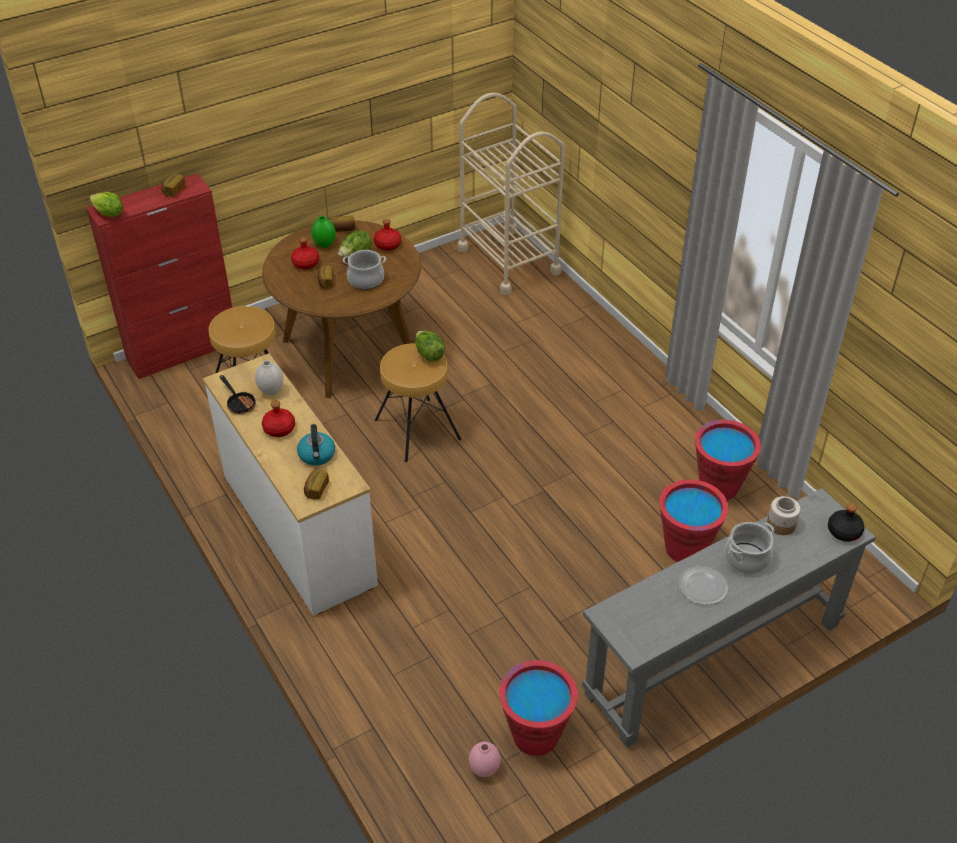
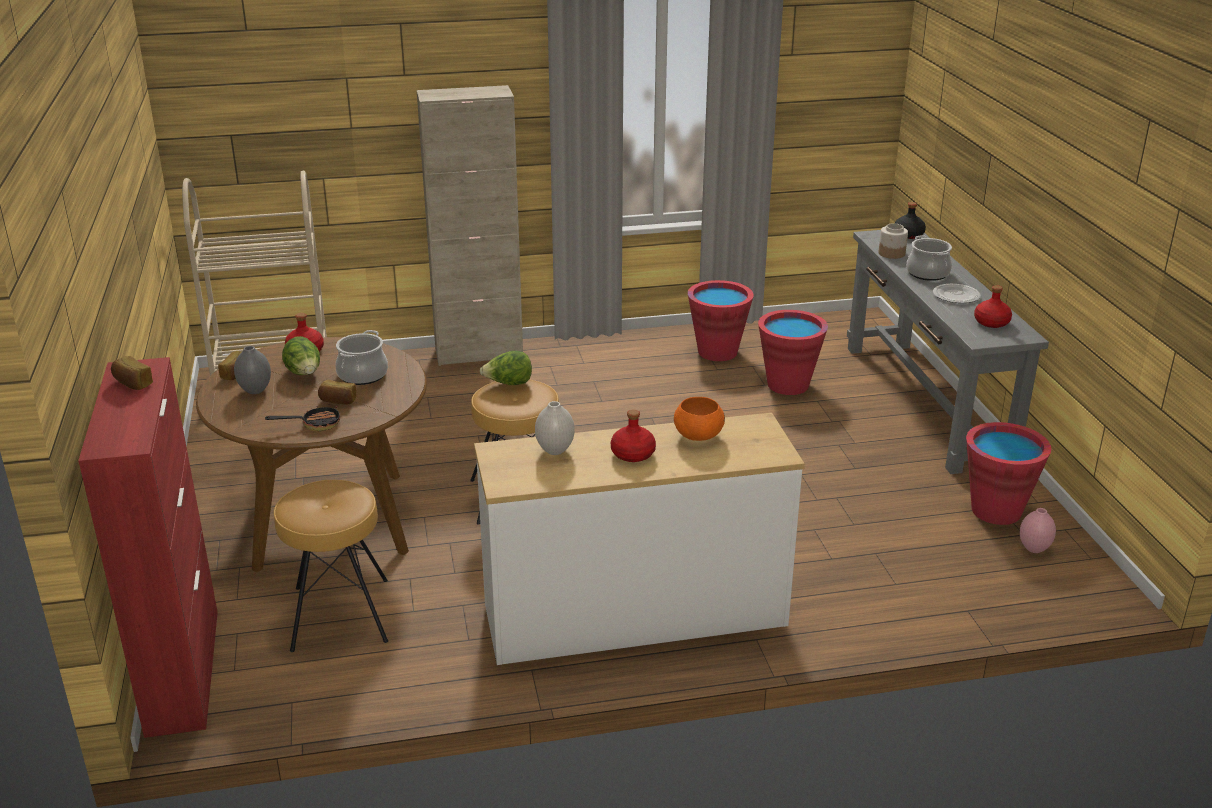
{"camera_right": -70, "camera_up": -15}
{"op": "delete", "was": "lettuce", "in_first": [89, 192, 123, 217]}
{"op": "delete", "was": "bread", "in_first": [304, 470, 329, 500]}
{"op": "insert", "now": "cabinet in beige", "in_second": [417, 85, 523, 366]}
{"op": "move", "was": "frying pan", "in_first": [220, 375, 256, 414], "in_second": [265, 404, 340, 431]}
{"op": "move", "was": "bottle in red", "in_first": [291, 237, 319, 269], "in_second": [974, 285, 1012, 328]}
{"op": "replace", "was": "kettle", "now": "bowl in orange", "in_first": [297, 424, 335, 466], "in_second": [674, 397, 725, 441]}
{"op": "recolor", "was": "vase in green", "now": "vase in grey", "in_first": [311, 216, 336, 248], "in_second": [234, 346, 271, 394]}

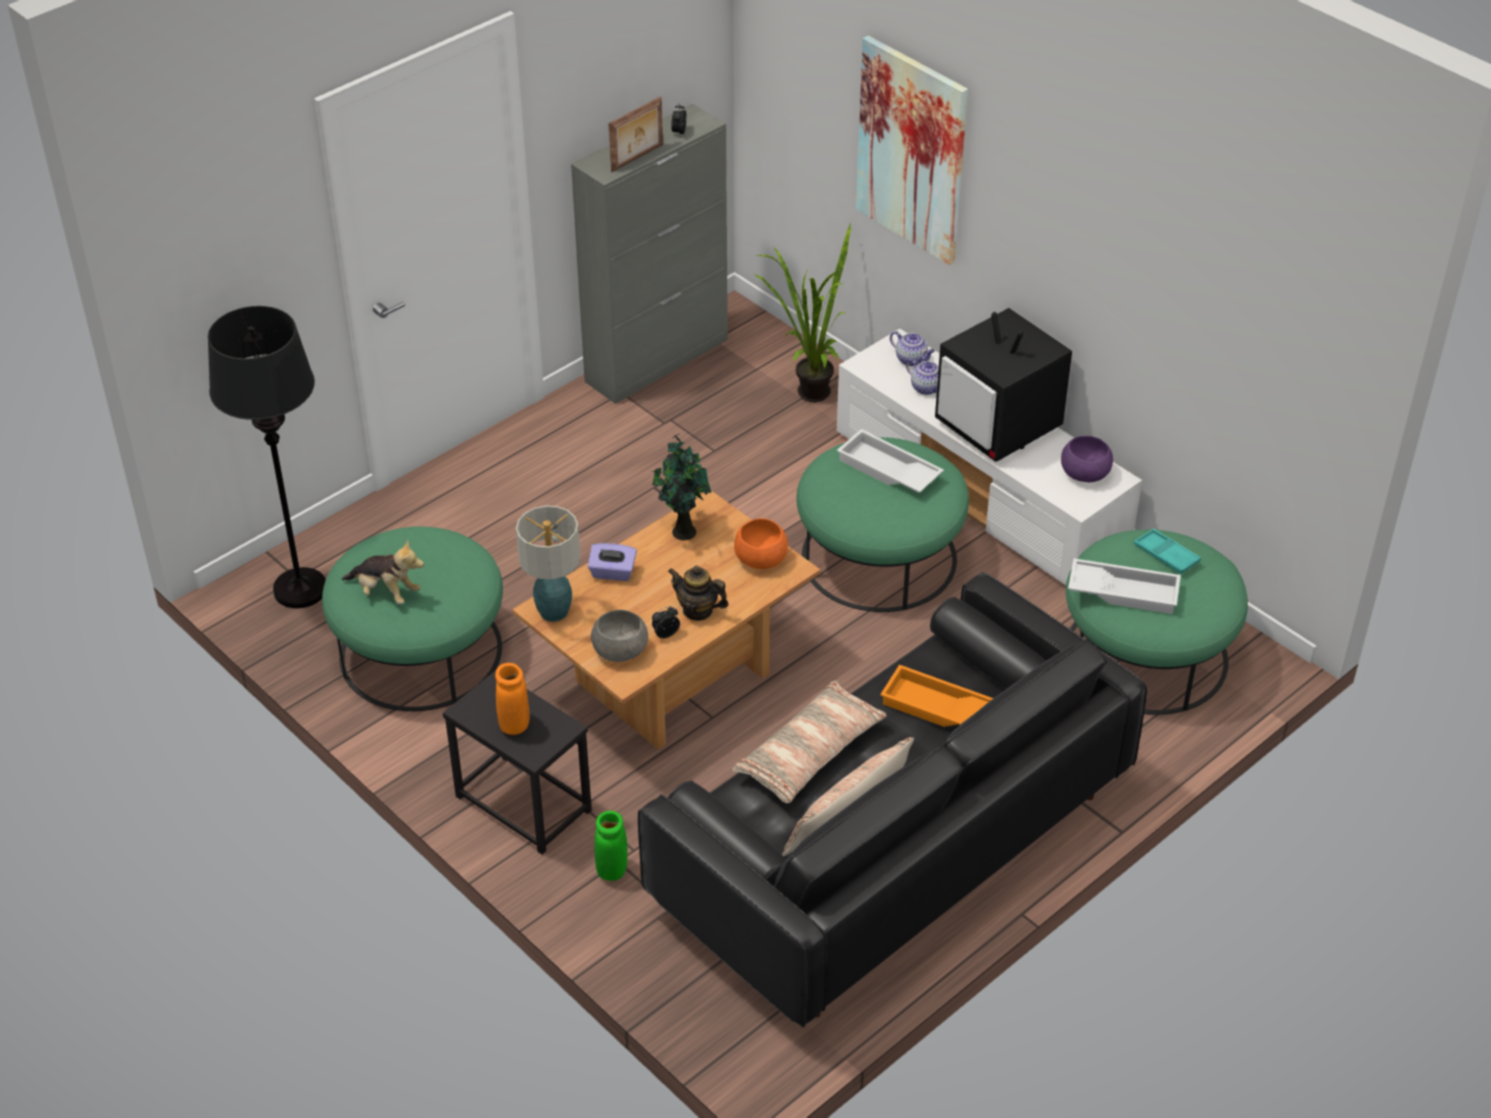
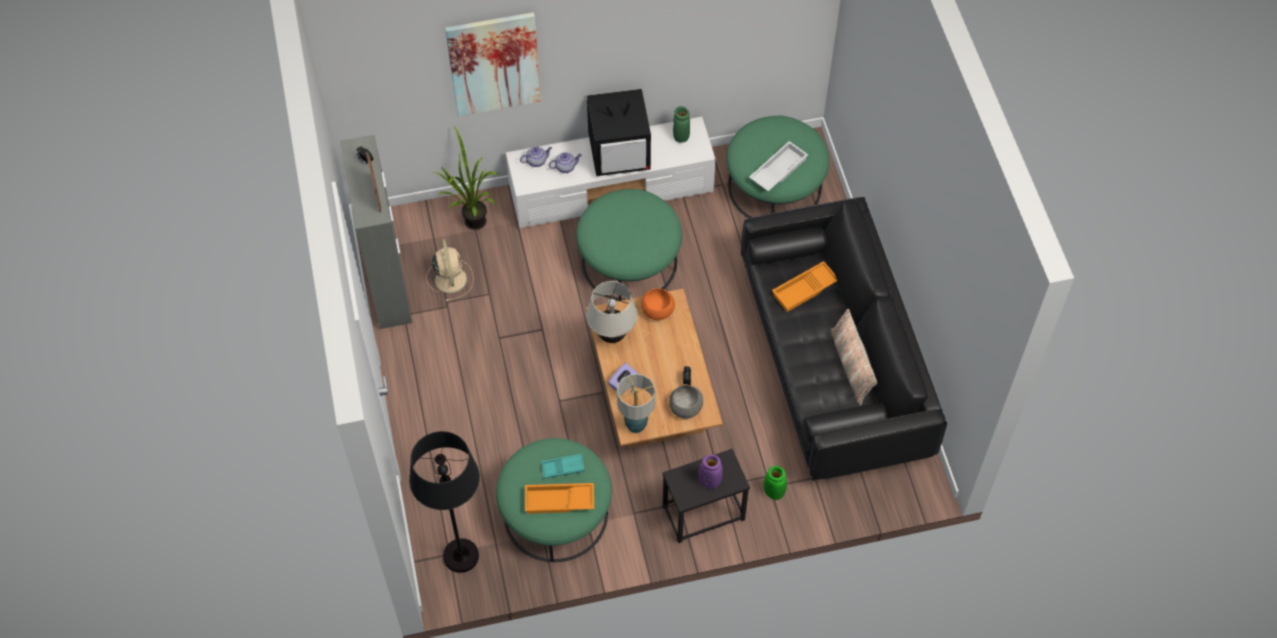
{"camera_right": -60, "camera_up": 15}
{"op": "delete", "was": "teapot", "in_first": [668, 566, 729, 621]}
{"op": "delete", "was": "pillow", "in_first": [732, 680, 886, 803]}
{"op": "delete", "was": "tray in white", "in_first": [837, 429, 944, 493]}
{"op": "insert", "now": "fan in beige", "in_second": [426, 239, 474, 301]}
{"op": "move", "was": "tray in turquoise", "in_first": [1134, 529, 1201, 574], "in_second": [541, 454, 585, 479]}
{"op": "replace", "was": "plush toy", "now": "tray in orange", "in_first": [342, 539, 424, 604], "in_second": [525, 483, 594, 514]}
{"op": "replace", "was": "potted plant", "now": "table lamp in beige", "in_first": [652, 434, 712, 540], "in_second": [586, 281, 637, 343]}
{"op": "replace", "was": "bowl in purple", "now": "vase in green", "in_first": [1061, 436, 1113, 482], "in_second": [673, 106, 690, 143]}
{"op": "recolor", "was": "vase in orange", "now": "vase in purple", "in_first": [495, 663, 530, 735], "in_second": [698, 455, 723, 489]}

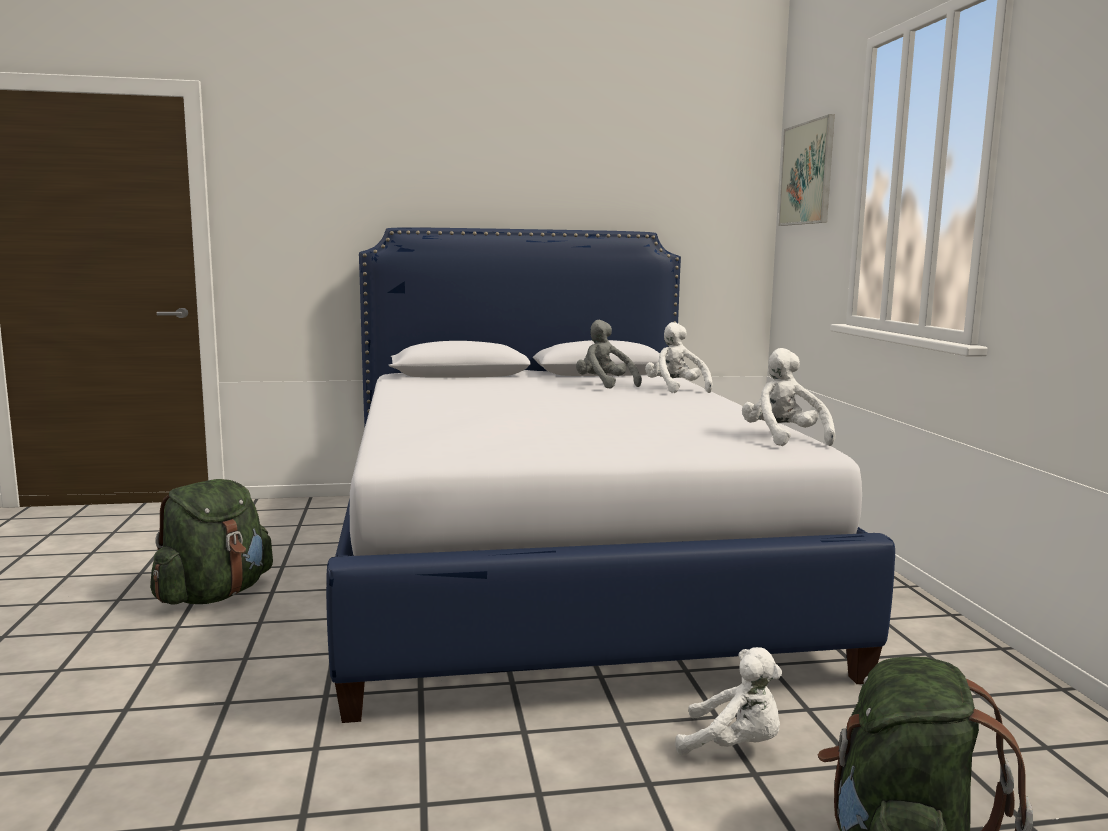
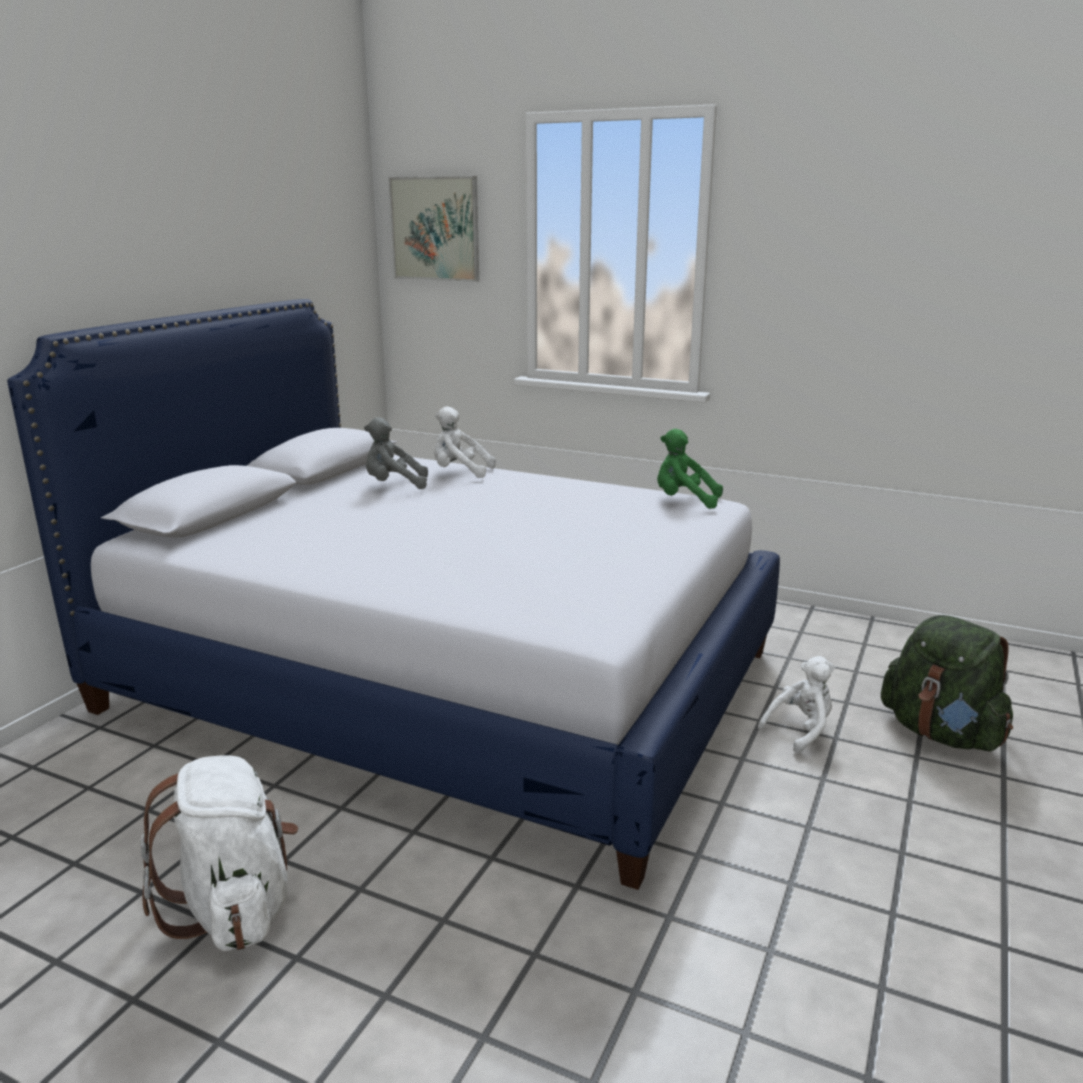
{"camera_right": -55, "camera_up": 10}
{"op": "recolor", "was": "backpack in green", "now": "backpack in white", "in_first": [150, 479, 273, 605], "in_second": [140, 755, 298, 951]}
{"op": "recolor", "was": "plush toy in white", "now": "plush toy in green", "in_first": [742, 348, 835, 446], "in_second": [657, 429, 723, 509]}

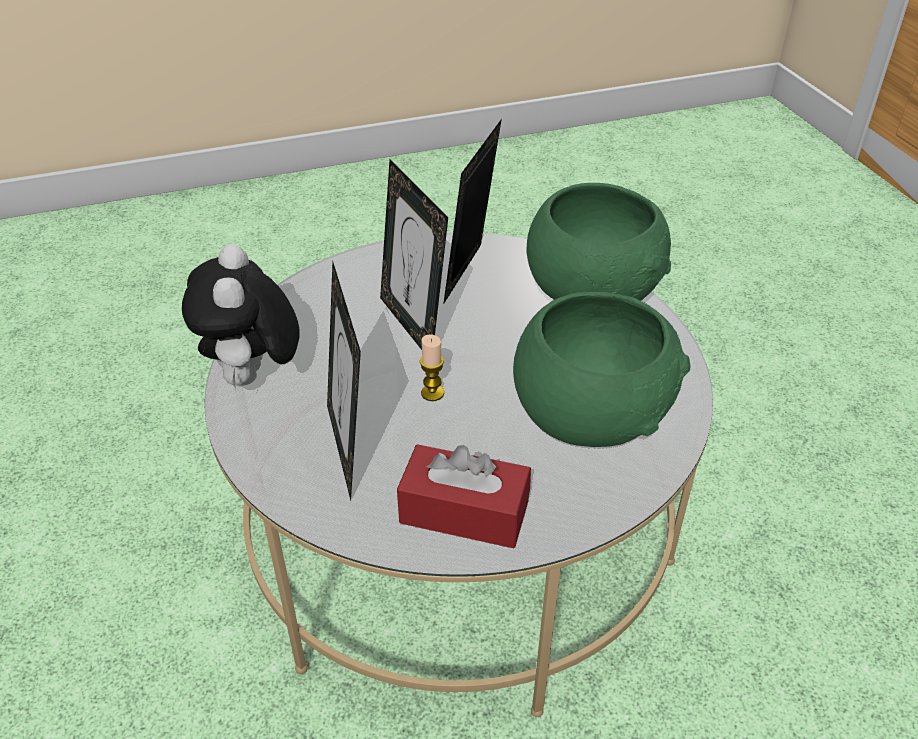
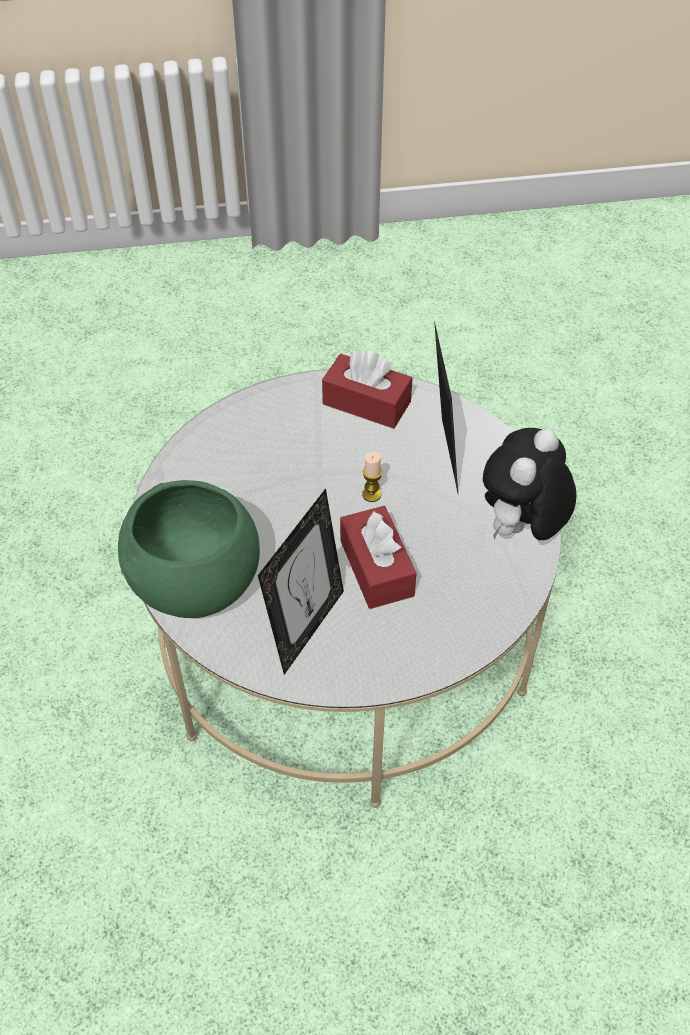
{"camera_right": -170, "camera_up": 10}
{"op": "delete", "was": "bowl in green", "in_first": [513, 292, 691, 447]}
{"op": "replace", "was": "picture frame", "now": "tissue box in red", "in_first": [380, 159, 448, 350], "in_second": [340, 506, 417, 609]}
{"op": "rotate", "was": "plush toy", "in_first": [182, 244, 300, 390], "in_second": [483, 428, 576, 540], "clockwise": -150}

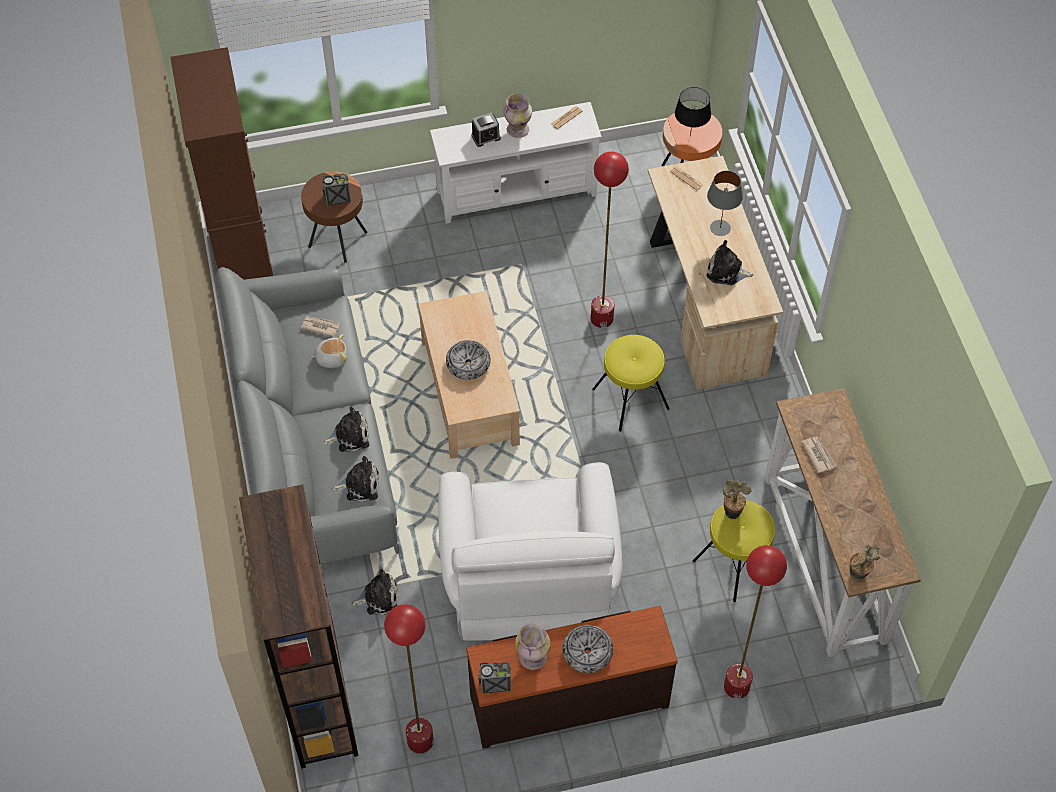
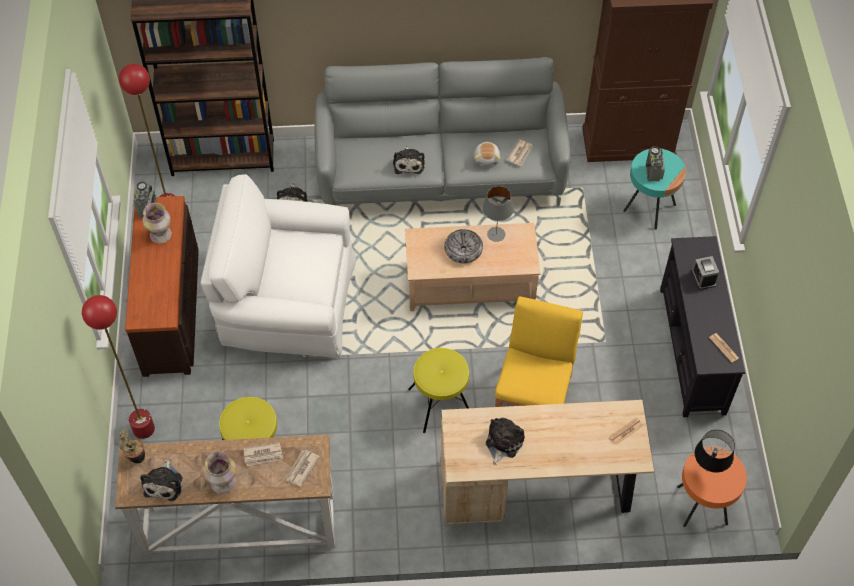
{"camera_right": 100, "camera_up": 0}
{"op": "delete", "was": "bowl", "in_first": [563, 625, 613, 673]}
{"op": "delete", "was": "potted plant", "in_first": [723, 480, 751, 519]}
{"op": "insert", "now": "newspaper", "in_second": [286, 450, 320, 486]}
{"op": "move", "was": "plush toy", "in_first": [331, 456, 379, 502], "in_second": [140, 458, 182, 501]}
{"op": "move", "was": "vase", "in_first": [504, 93, 532, 138], "in_second": [204, 452, 236, 494]}
{"op": "move", "was": "table lamp in grey", "in_first": [707, 171, 743, 236], "in_second": [482, 186, 514, 242]}
{"op": "replace", "was": "floor lamp in red", "now": "chair in yellow", "in_first": [591, 152, 629, 328], "in_second": [495, 296, 583, 407]}
{"op": "recolor", "was": "side table in brown", "now": "side table in turquoise", "in_first": [301, 171, 367, 263], "in_second": [623, 148, 686, 230]}
{"op": "recolor", "was": "tv stand in white", "now": "tv stand in black", "in_first": [430, 102, 602, 224], "in_second": [660, 236, 745, 417]}

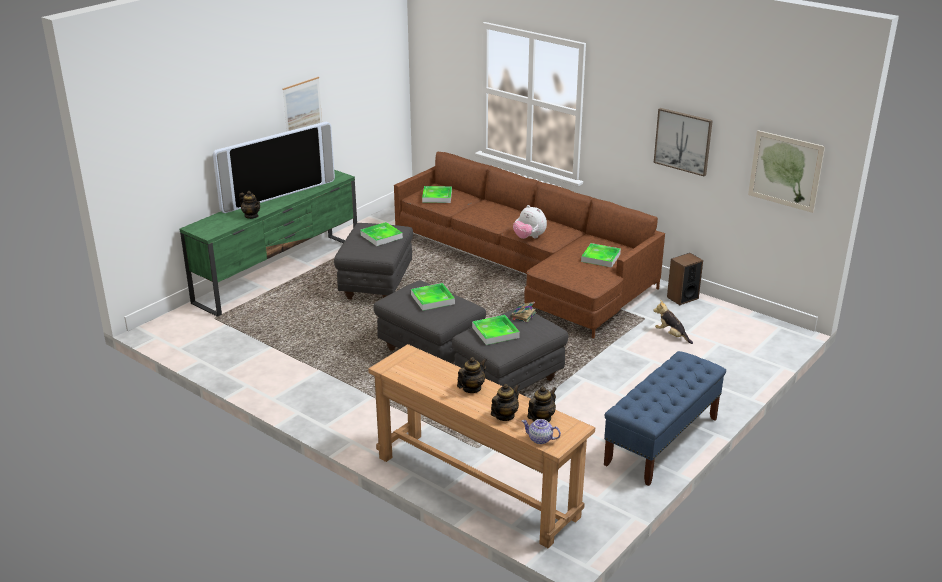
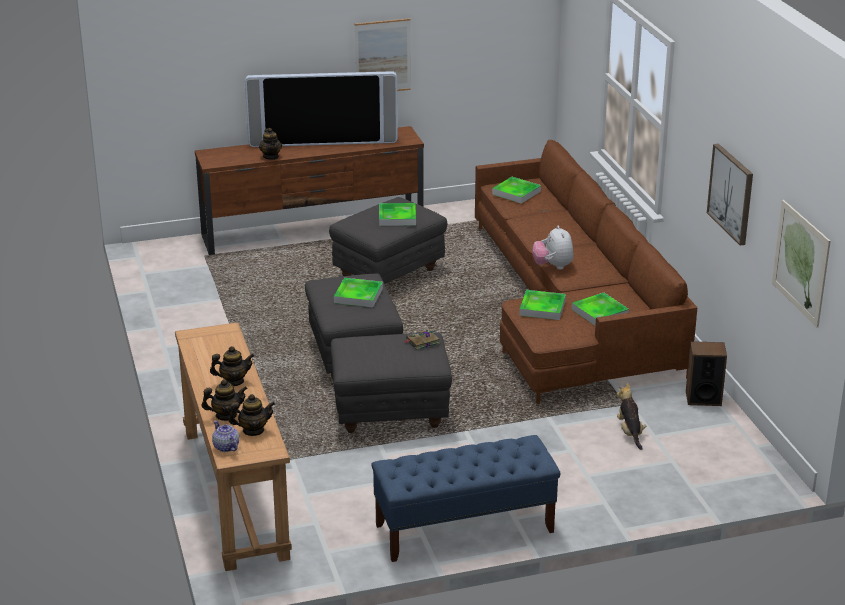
{"camera_right": 35, "camera_up": 0}
{"op": "move", "was": "tray", "in_first": [472, 315, 520, 345], "in_second": [519, 290, 566, 320]}
{"op": "recolor", "was": "tv stand in green", "now": "tv stand in brown", "in_first": [179, 170, 357, 316], "in_second": [195, 126, 424, 255]}

